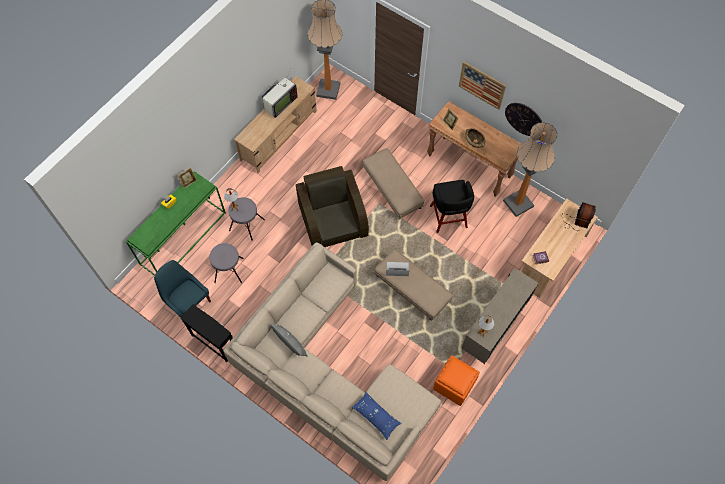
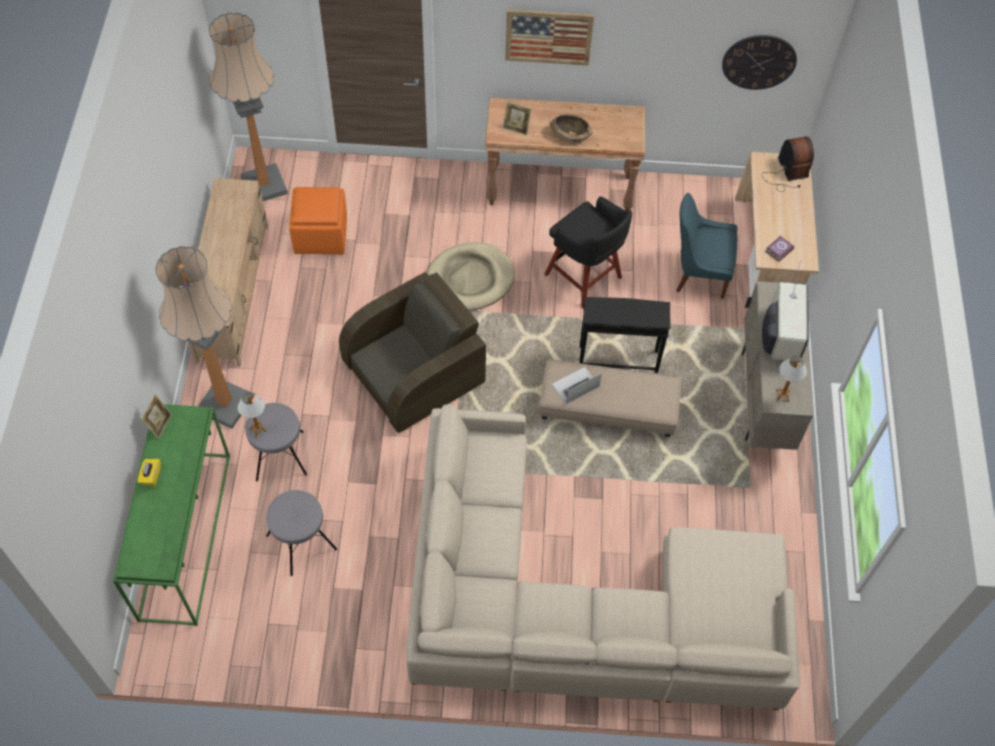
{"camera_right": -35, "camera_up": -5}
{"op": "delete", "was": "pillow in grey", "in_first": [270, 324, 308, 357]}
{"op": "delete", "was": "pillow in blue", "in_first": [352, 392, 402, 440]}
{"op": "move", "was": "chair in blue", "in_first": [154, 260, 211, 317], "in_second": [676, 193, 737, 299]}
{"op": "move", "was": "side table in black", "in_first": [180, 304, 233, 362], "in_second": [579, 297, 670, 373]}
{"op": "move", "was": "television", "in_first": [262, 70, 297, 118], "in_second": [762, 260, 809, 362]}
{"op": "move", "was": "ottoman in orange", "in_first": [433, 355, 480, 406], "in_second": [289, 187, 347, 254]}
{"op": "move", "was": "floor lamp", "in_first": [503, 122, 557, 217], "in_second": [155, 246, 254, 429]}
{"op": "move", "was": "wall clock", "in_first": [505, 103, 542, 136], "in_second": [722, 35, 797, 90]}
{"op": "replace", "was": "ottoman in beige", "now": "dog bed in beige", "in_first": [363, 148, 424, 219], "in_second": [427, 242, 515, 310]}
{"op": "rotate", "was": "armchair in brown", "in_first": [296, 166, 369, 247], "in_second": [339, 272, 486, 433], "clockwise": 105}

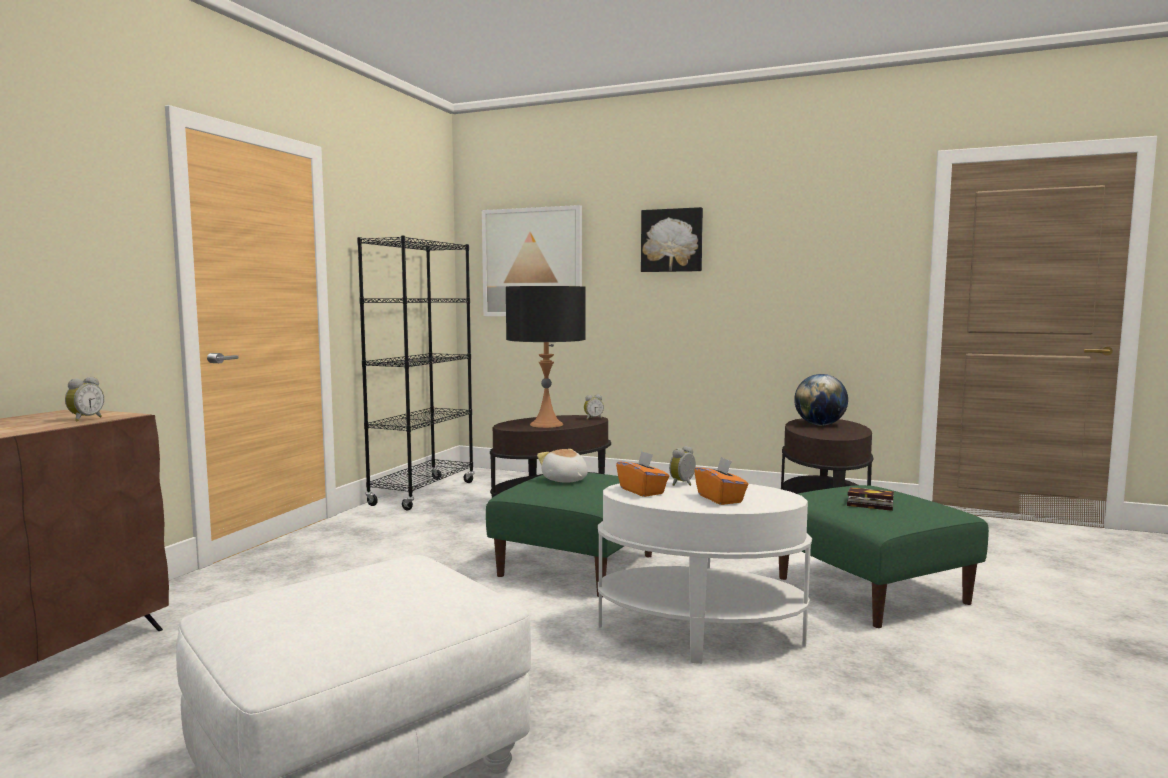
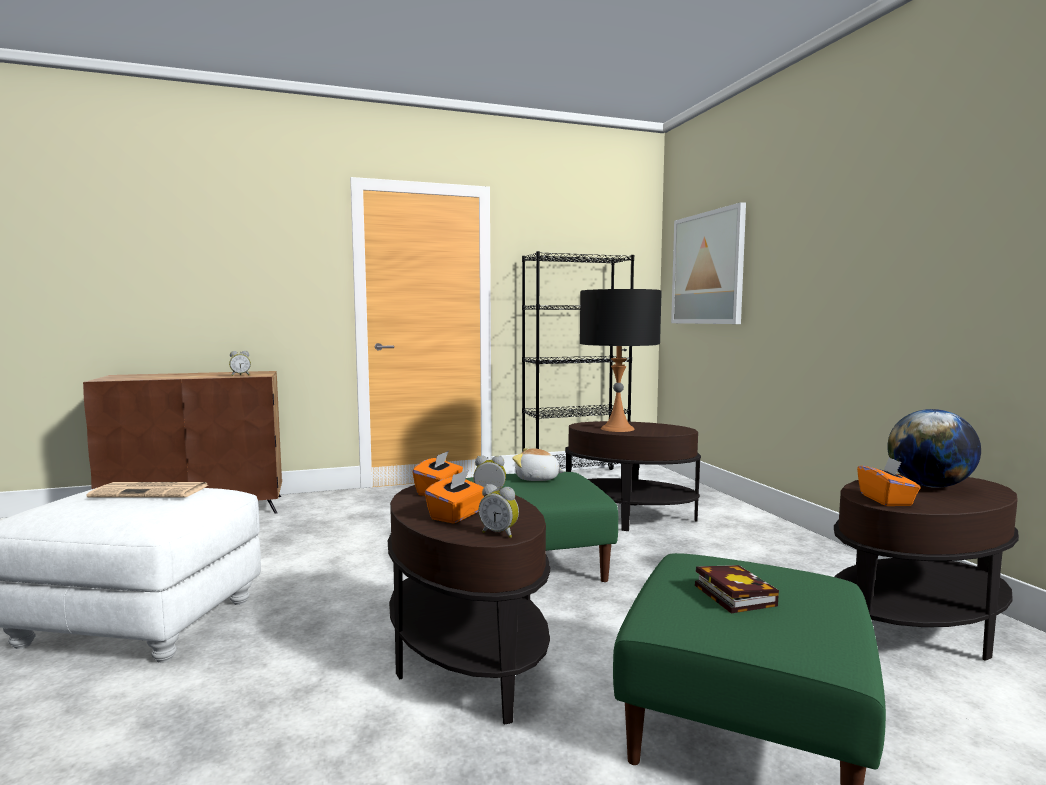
{"camera_right": 50, "camera_up": 0}
{"op": "delete", "was": "picture", "in_first": [641, 207, 703, 272]}
{"op": "insert", "now": "newspaper", "in_second": [86, 482, 208, 498]}
{"op": "insert", "now": "tissue box in orange", "in_second": [857, 457, 921, 506]}
{"op": "move", "was": "alarm clock", "in_first": [584, 394, 604, 420], "in_second": [479, 484, 519, 538]}
{"op": "recolor", "was": "side table in white", "now": "side table in brown", "in_first": [598, 479, 812, 664], "in_second": [388, 485, 550, 725]}
{"op": "rotate", "was": "plush toy", "in_first": [537, 449, 588, 483], "in_second": [512, 448, 565, 481], "clockwise": -90}

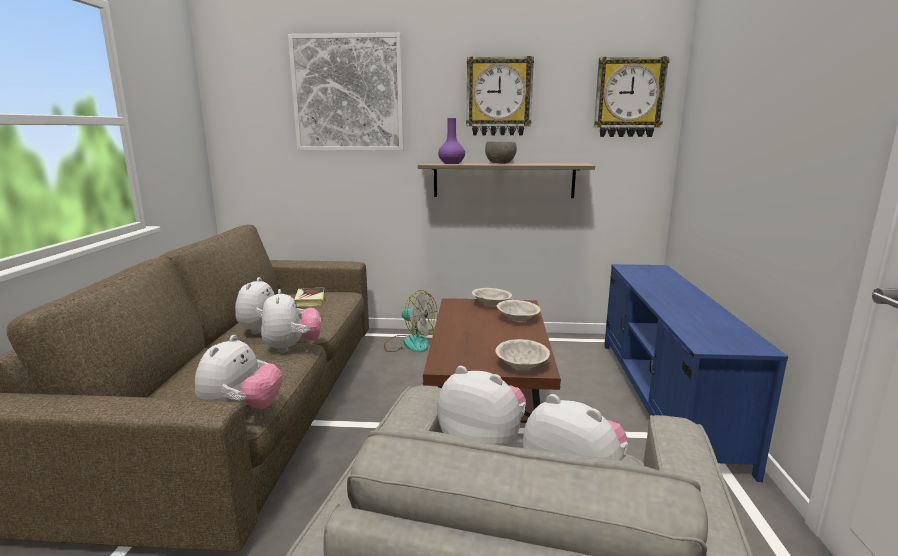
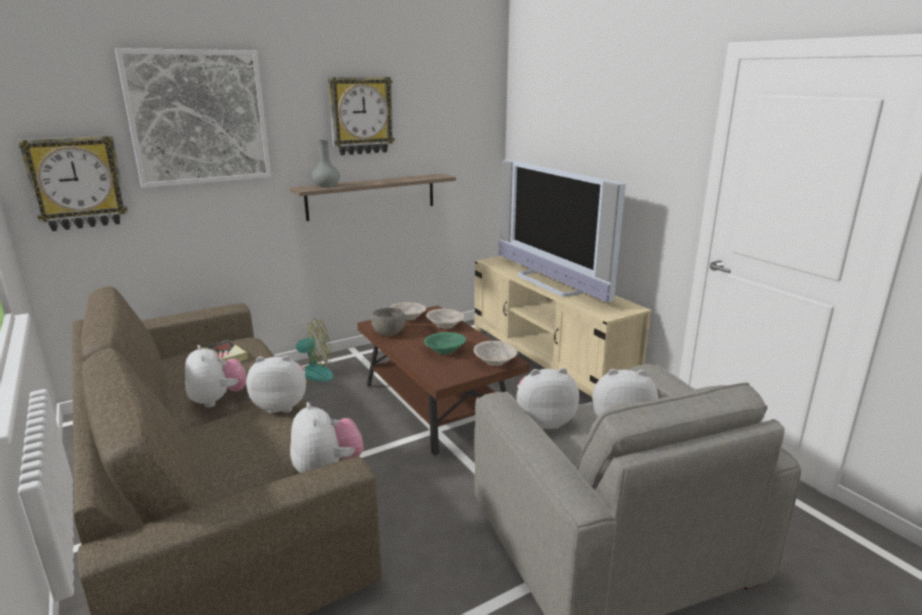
{"camera_right": -35, "camera_up": 5}
{"op": "insert", "now": "bowl in green", "in_second": [424, 332, 466, 354]}
{"op": "insert", "now": "television", "in_second": [498, 160, 626, 302]}
{"op": "move", "was": "bowl in grey", "in_first": [485, 141, 517, 164], "in_second": [371, 307, 406, 336]}
{"op": "move", "was": "wall clock", "in_first": [594, 56, 670, 137], "in_second": [18, 136, 128, 231]}
{"op": "recolor", "was": "vase in purple", "now": "vase in grey", "in_first": [438, 118, 465, 164], "in_second": [312, 140, 340, 188]}
{"op": "recolor", "was": "tv stand in blue", "now": "tv stand in beige", "in_first": [604, 264, 788, 482], "in_second": [475, 256, 652, 397]}
{"op": "rotate", "was": "plush toy", "in_first": [261, 289, 321, 353], "in_second": [246, 356, 306, 413], "clockwise": -45}

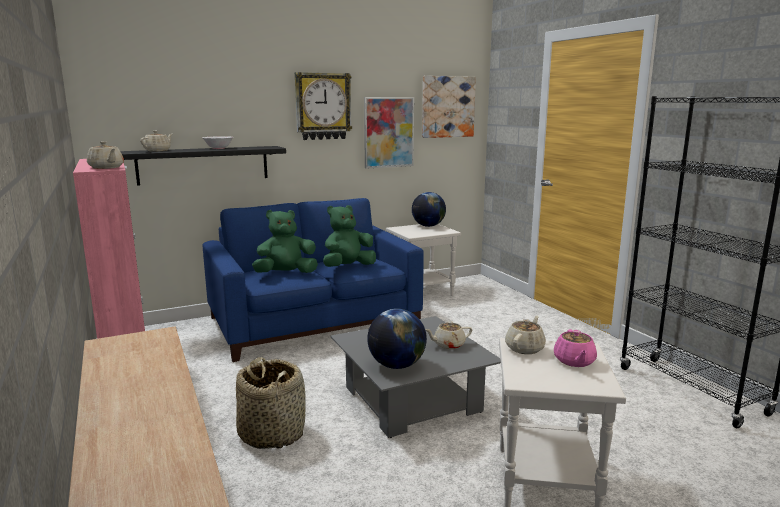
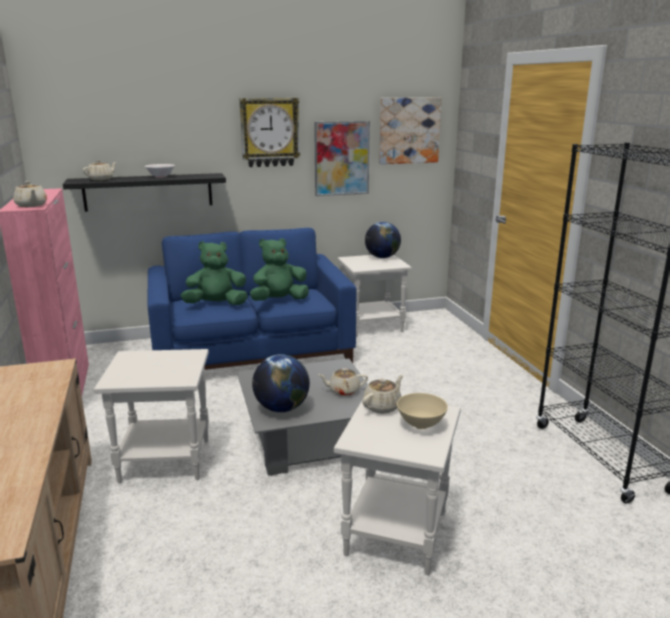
{"camera_right": 10, "camera_up": 5}
{"op": "replace", "was": "basket", "now": "side table in white", "in_first": [236, 357, 306, 449], "in_second": [94, 349, 209, 483]}
{"op": "replace", "was": "teapot in pink", "now": "bowl in beige", "in_first": [554, 329, 597, 367], "in_second": [397, 393, 448, 429]}

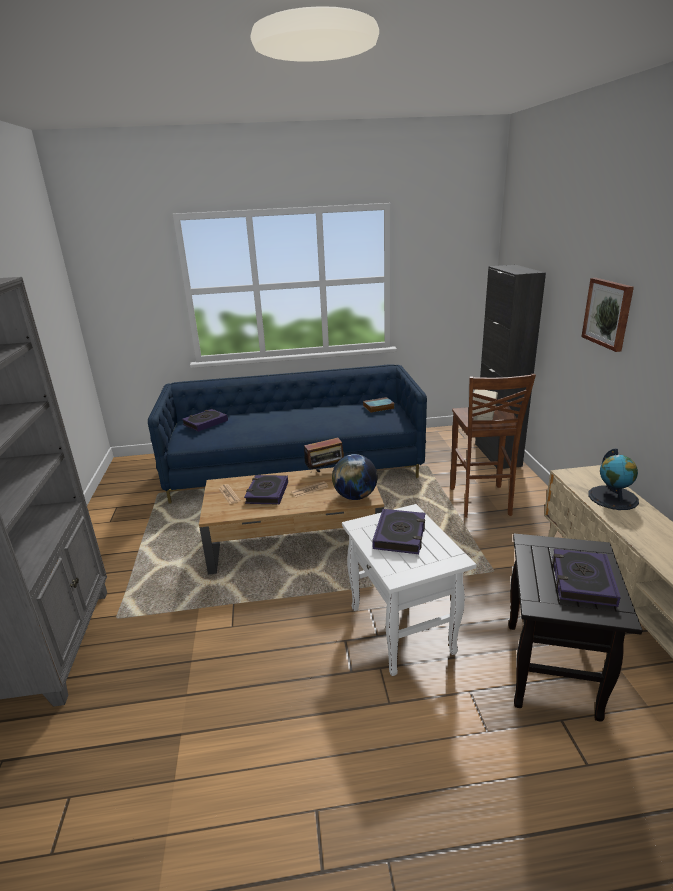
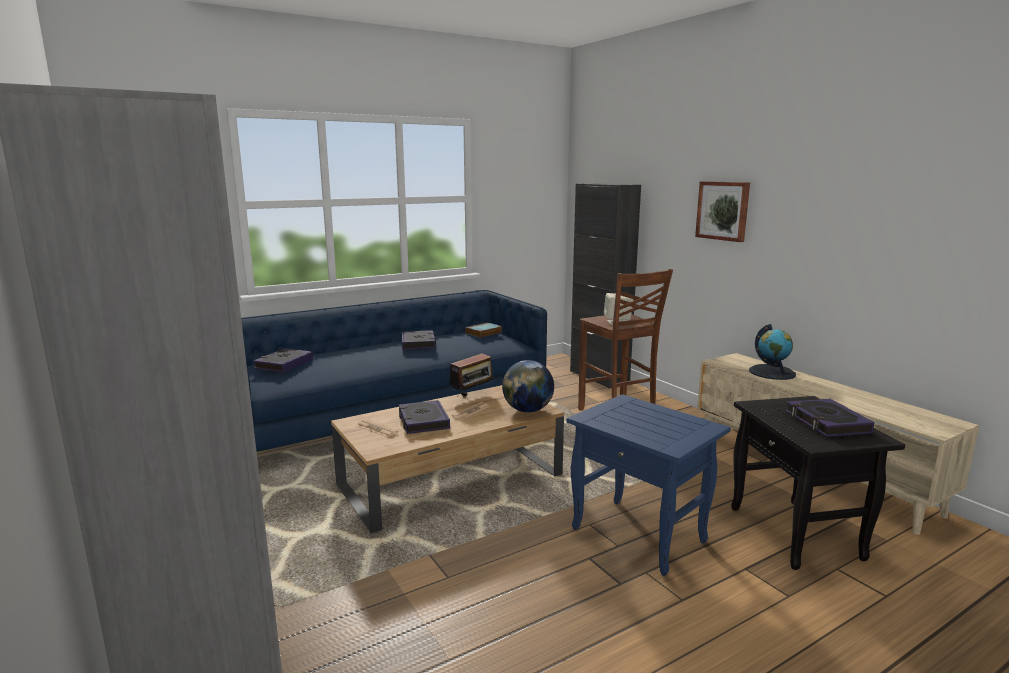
{"camera_right": -25, "camera_up": -10}
{"op": "move", "was": "book", "in_first": [372, 509, 425, 554], "in_second": [402, 330, 436, 350]}
{"op": "recolor", "was": "side table in white", "now": "side table in blue", "in_first": [342, 504, 476, 676], "in_second": [567, 394, 731, 576]}

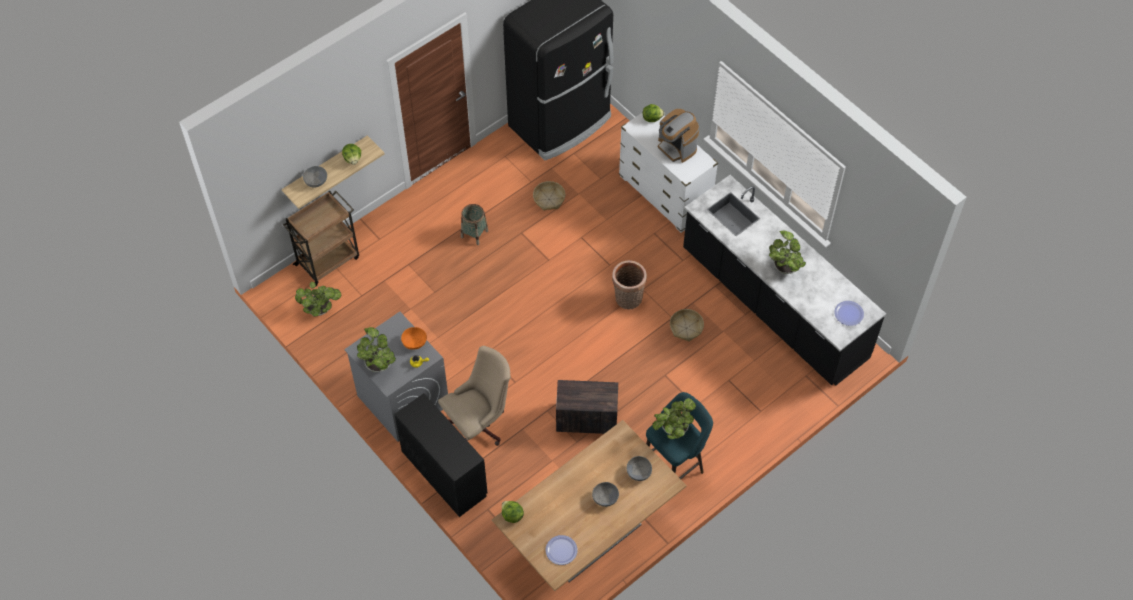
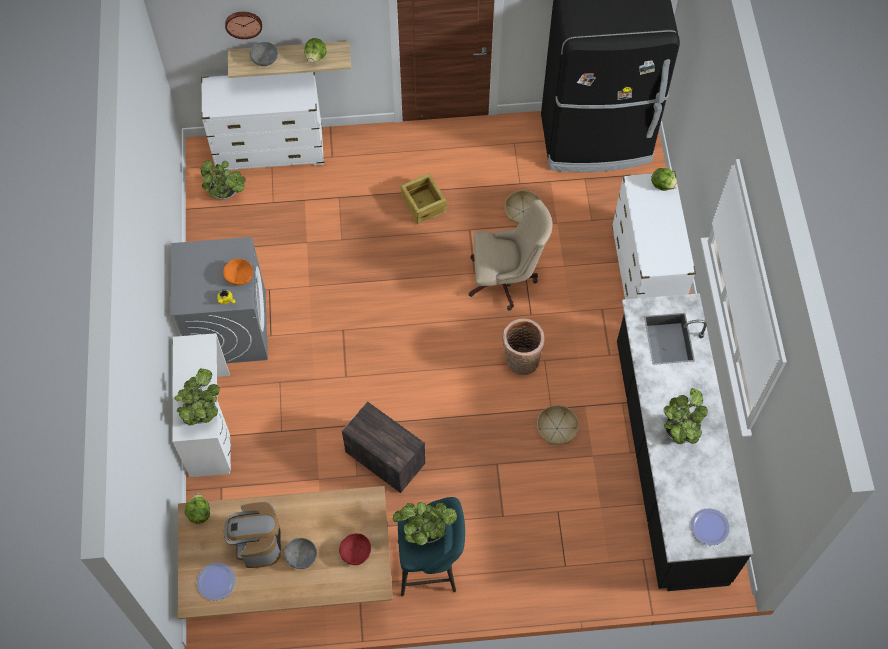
{"camera_right": 35, "camera_up": 5}
{"op": "insert", "now": "wall clock", "in_second": [225, 12, 262, 39]}
{"op": "move", "was": "potted plant", "in_first": [357, 327, 396, 372], "in_second": [174, 369, 220, 425]}
{"op": "move", "was": "office chair in beige", "in_first": [438, 346, 511, 446], "in_second": [469, 200, 553, 311]}
{"op": "move", "was": "coffee machine", "in_first": [658, 108, 699, 163], "in_second": [224, 502, 281, 568]}
{"op": "replace", "was": "cart in brown", "now": "dresser in white", "in_first": [283, 191, 359, 286], "in_second": [201, 72, 324, 170]}
{"op": "replace", "was": "basket", "now": "crate", "in_first": [461, 204, 488, 245], "in_second": [400, 173, 447, 224]}
{"op": "recolor", "was": "desk in black", "now": "desk in white", "in_first": [394, 393, 487, 517], "in_second": [173, 333, 231, 477]}
{"op": "recolor", "was": "bowl in grey", "now": "bowl in red", "in_first": [627, 456, 652, 481], "in_second": [339, 533, 371, 565]}

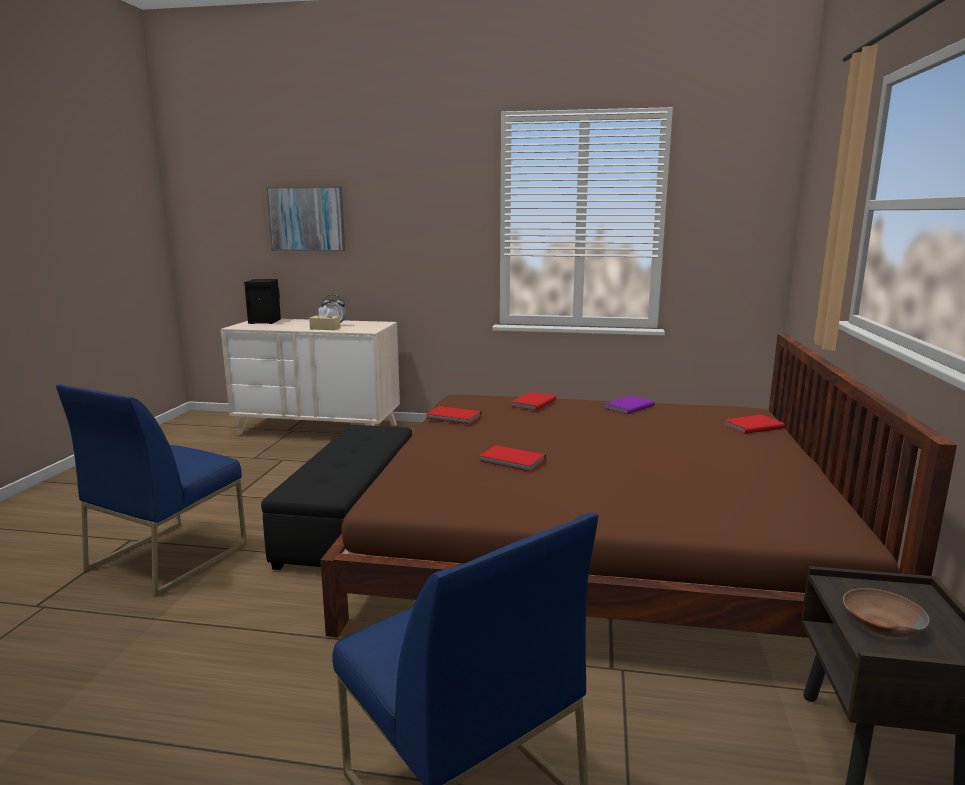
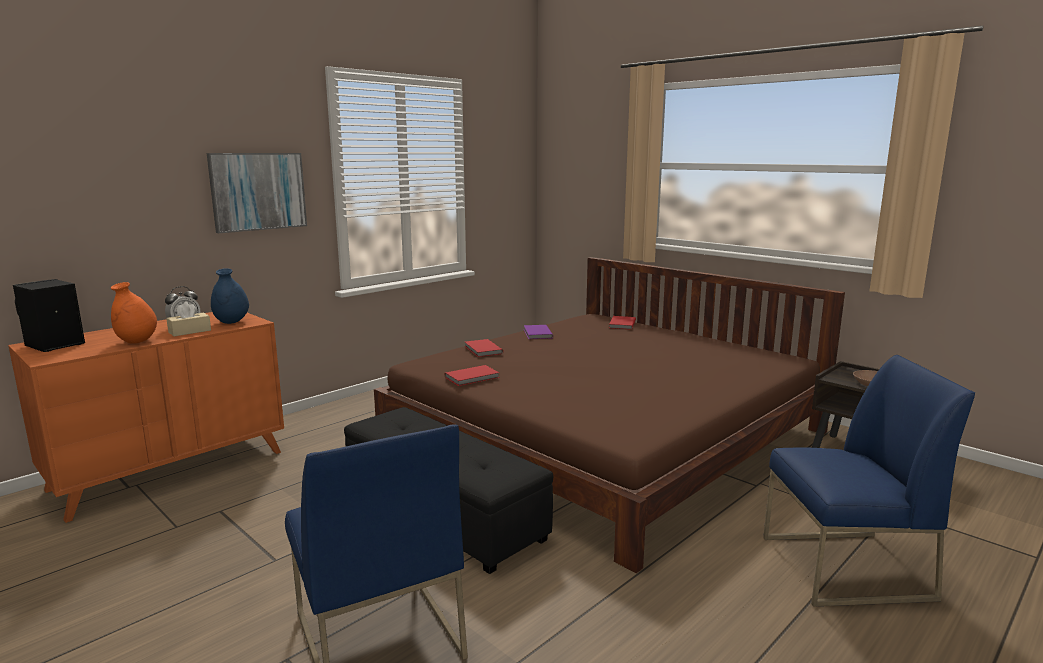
{"camera_right": -55, "camera_up": 0}
{"op": "delete", "was": "book in red", "in_first": [479, 445, 546, 472]}
{"op": "insert", "now": "vase in orange", "in_second": [111, 282, 157, 344]}
{"op": "insert", "now": "vase in blue", "in_second": [211, 268, 249, 324]}
{"op": "move", "was": "picture", "in_first": [266, 186, 345, 251], "in_second": [207, 153, 307, 233]}
{"op": "recolor", "was": "dresser in beige", "now": "dresser in orange", "in_first": [221, 319, 400, 435], "in_second": [8, 312, 284, 523]}

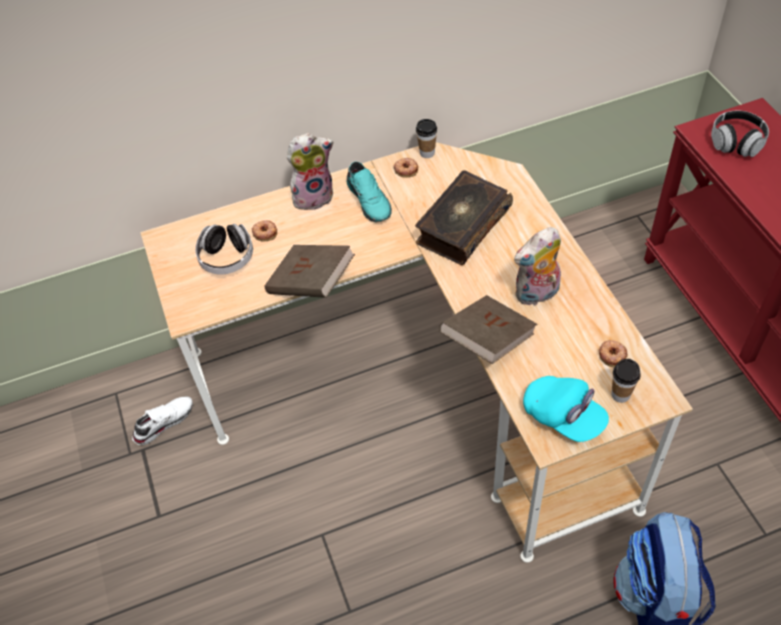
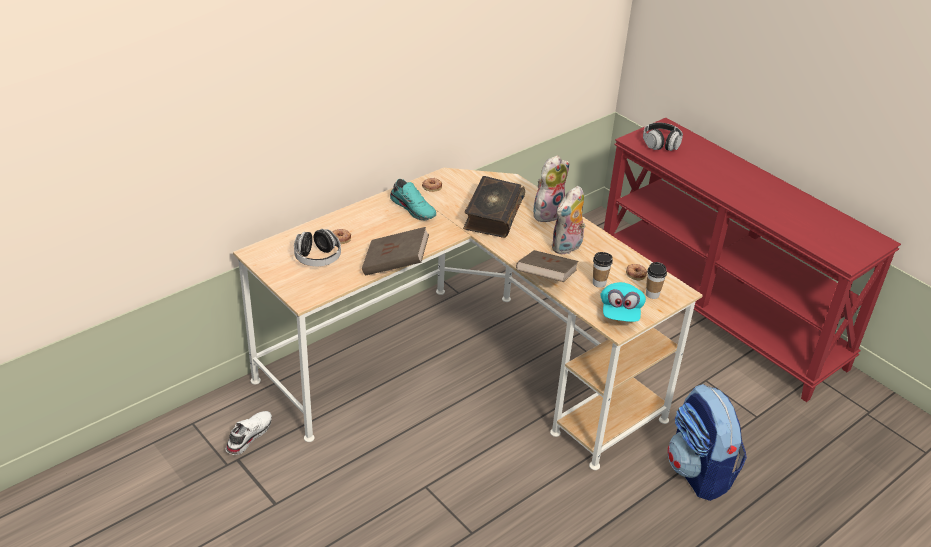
{"camera_right": -25, "camera_up": -15}
{"op": "move", "was": "plush toy", "in_first": [287, 133, 333, 210], "in_second": [533, 155, 570, 222]}
{"op": "move", "was": "cup", "in_first": [416, 119, 437, 158], "in_second": [593, 252, 613, 288]}
{"op": "rotate", "was": "cap in turquoise", "in_first": [523, 376, 609, 442], "in_second": [600, 282, 646, 322], "clockwise": 75}

